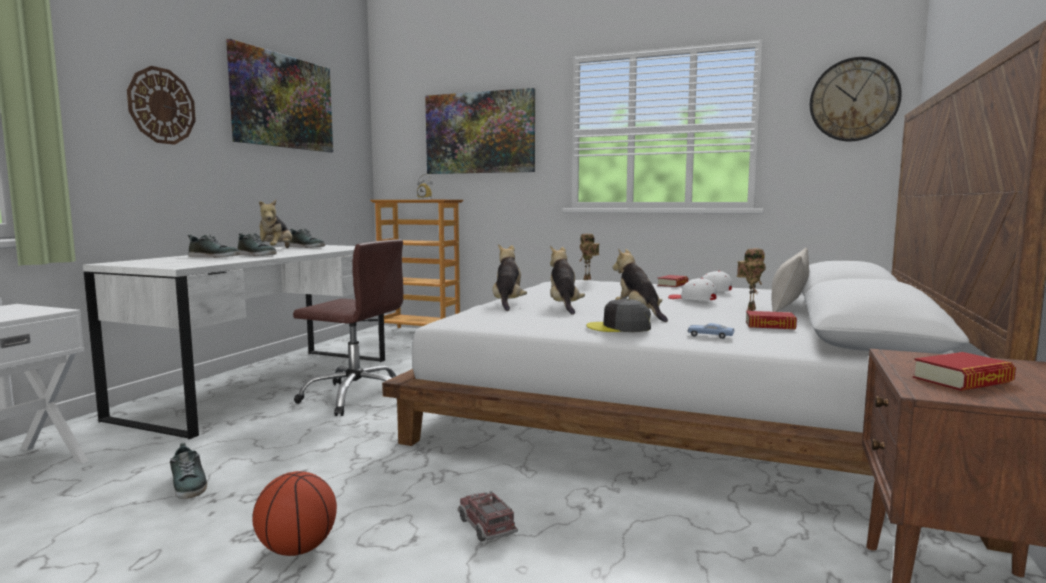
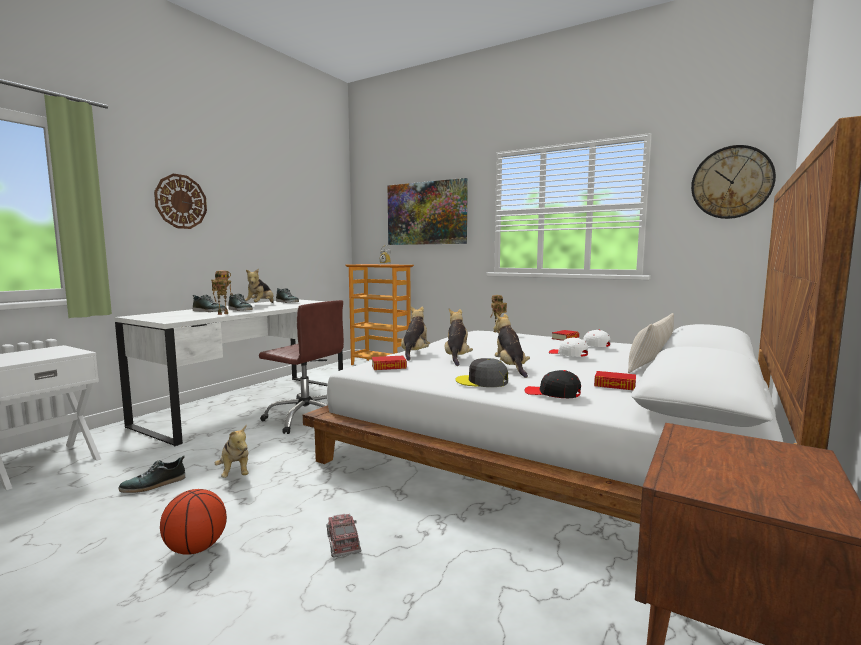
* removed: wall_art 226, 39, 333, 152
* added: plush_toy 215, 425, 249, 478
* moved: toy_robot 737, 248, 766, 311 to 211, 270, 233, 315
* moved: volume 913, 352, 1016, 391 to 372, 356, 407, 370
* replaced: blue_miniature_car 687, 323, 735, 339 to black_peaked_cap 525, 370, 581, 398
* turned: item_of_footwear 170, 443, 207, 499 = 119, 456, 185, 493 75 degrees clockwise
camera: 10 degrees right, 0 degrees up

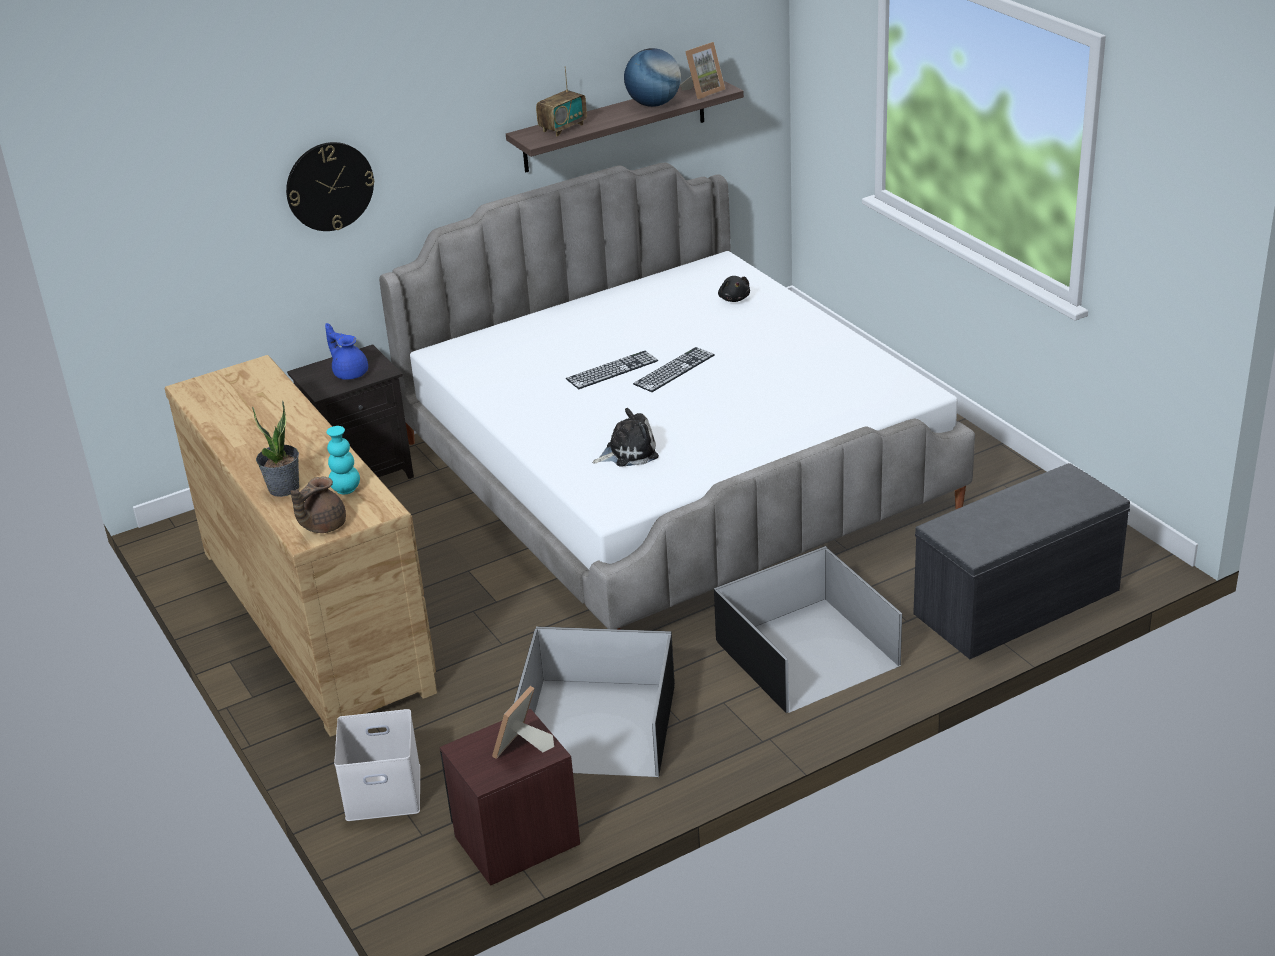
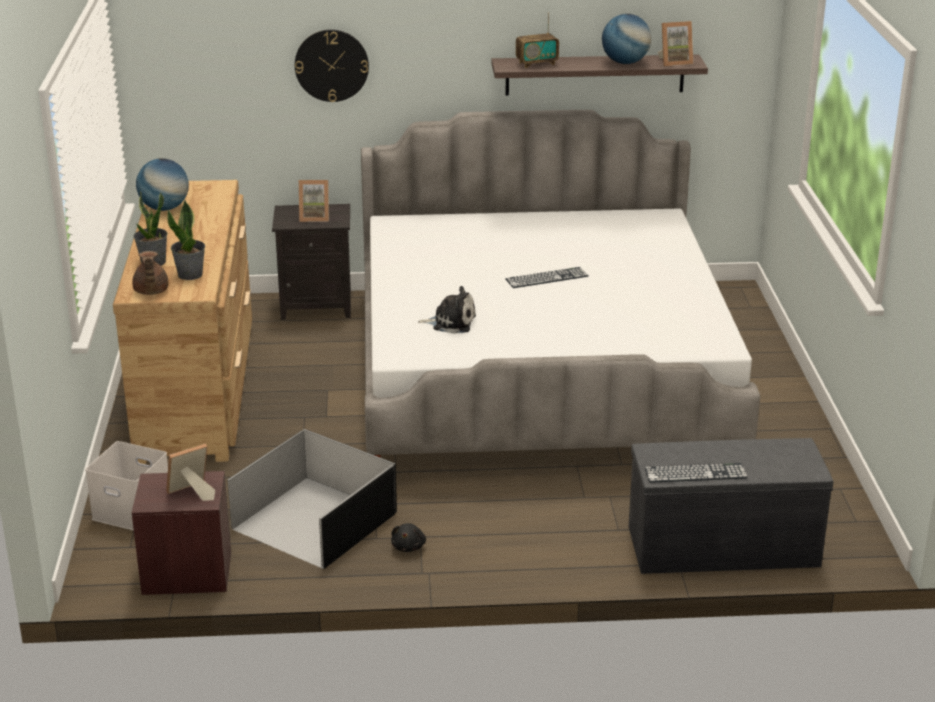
* removed: black_storage_box 714, 546, 902, 713
* added: globe 136, 158, 189, 211
* moved: PC_keyboard 566, 351, 658, 389 to 645, 463, 748, 483
* moved: black_plush_toy 718, 276, 750, 302 to 391, 523, 426, 552
* replaced: blue_pot_for_tea 325, 323, 368, 380 to photo_frame 299, 180, 329, 222
* replaced: turquoise_flower_vase 326, 426, 360, 494 to plant_in_a_pot 167, 200, 205, 280
* turned: brownish_pot_for_tea 291, 477, 346, 533 = 132, 251, 169, 295 75 degrees counterclockwise
camera: 25 degrees right, 5 degrees down

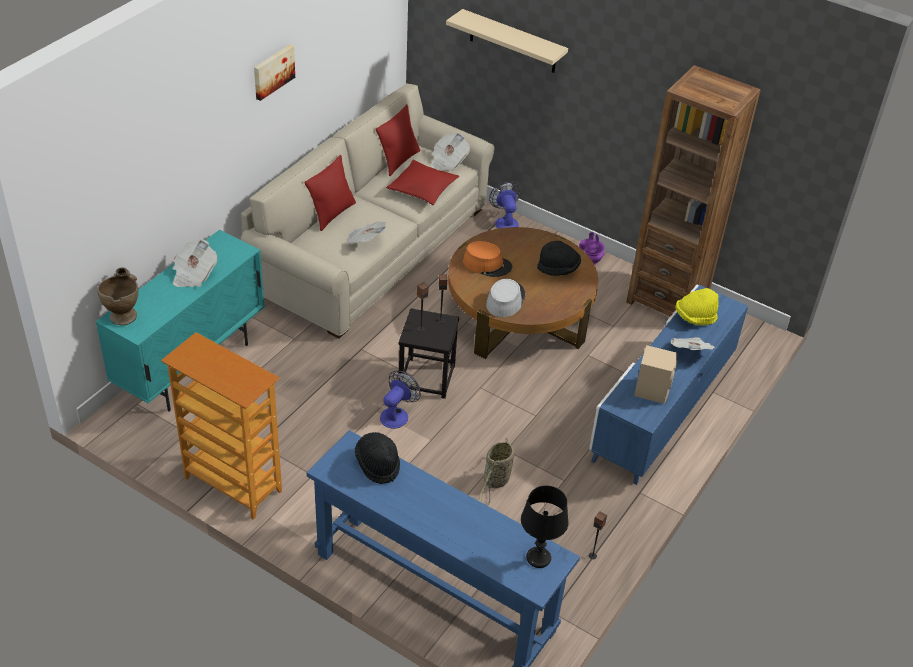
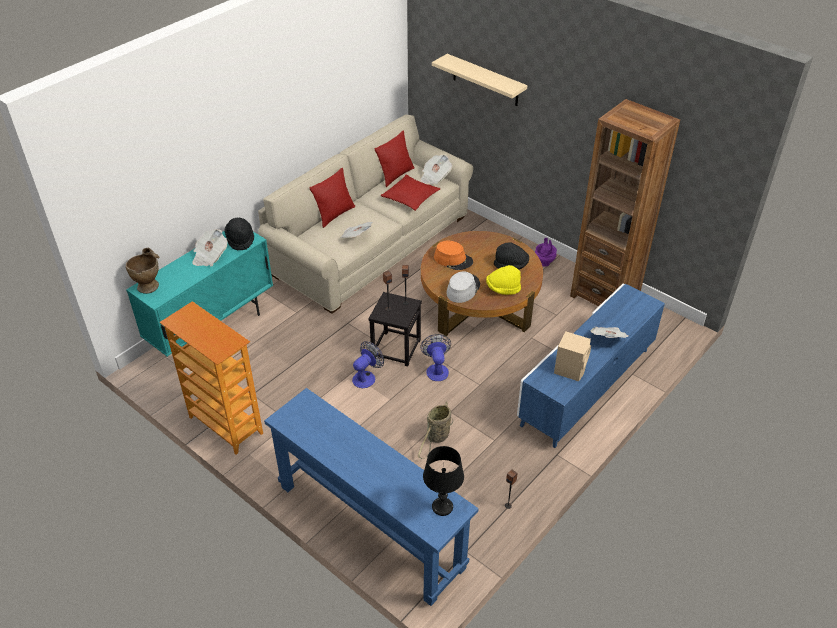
* removed: wall_art 254, 45, 295, 101
* moved: black_wearable_hat 355, 432, 400, 484 to 224, 217, 254, 250
* moved: fan 489, 182, 520, 229 to 420, 334, 451, 381
* moved: yellow-coloured_wearable_hat 675, 288, 718, 325 to 486, 265, 521, 295
camera: 10 degrees right, 0 degrees up

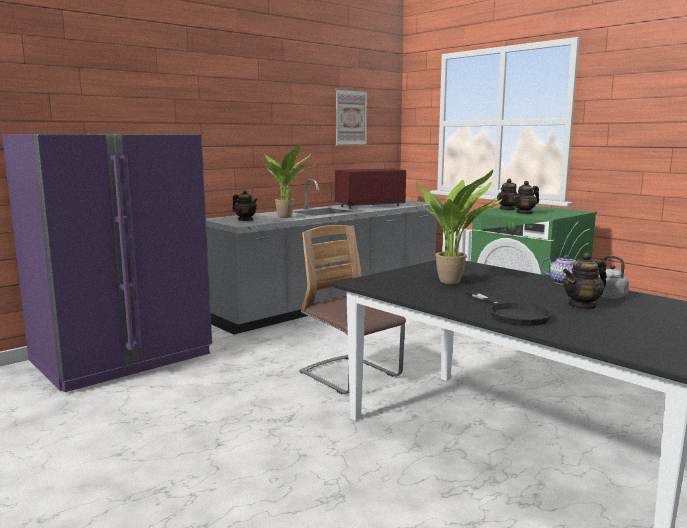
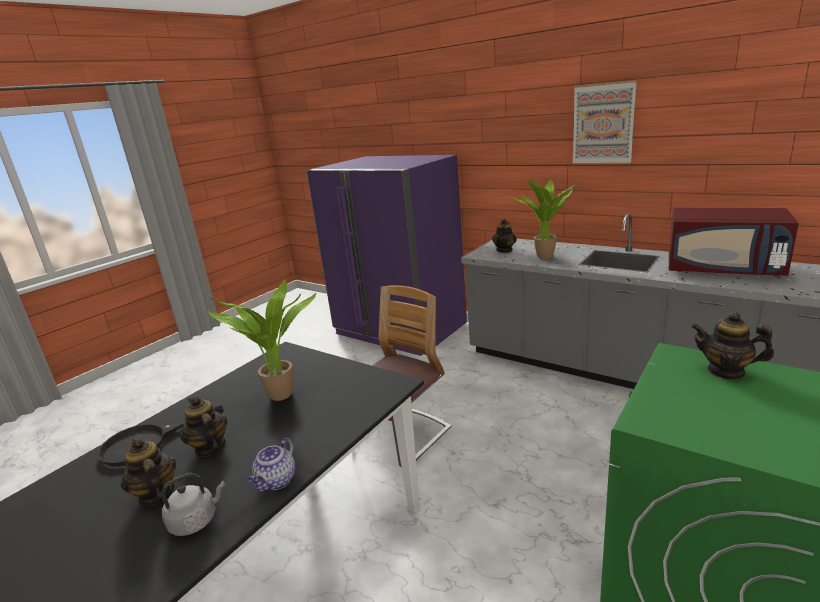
* moved: wall_art 335, 89, 368, 146 to 572, 80, 637, 164
* moved: pot_for_tea 512, 181, 539, 214 to 180, 396, 227, 457
* turned: reddish_microwave_oven 335, 168, 406, 209 = 669, 208, 799, 277 150 degrees clockwise
camera: 80 degrees right, 10 degrees up

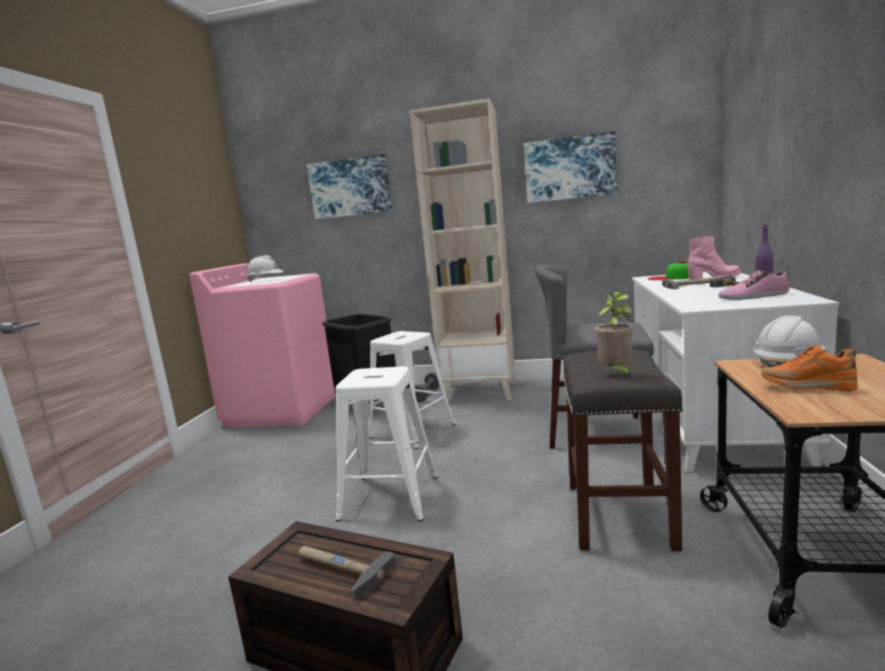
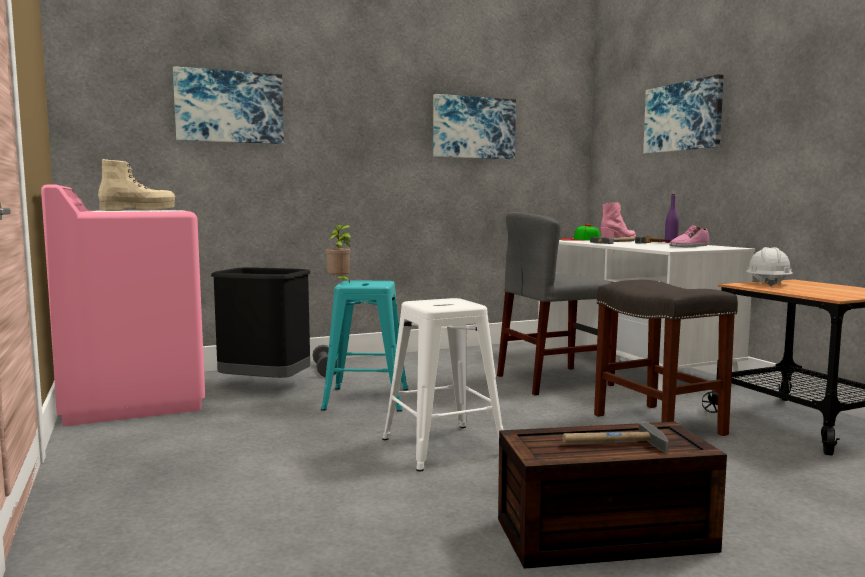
* removed: beige-coloured_bookshelf 409, 98, 514, 403
* removed: orange_item_of_footwear 761, 345, 858, 392
* added: wall_art 643, 74, 724, 154
* moved: plant_in_a_pot 595, 292, 633, 379 to 326, 225, 351, 283
* replaced: whitish_work_helmet 247, 255, 284, 282 to beige-coloured_high-top_boot 98, 159, 175, 211
* recoloured: whitish_stool 369, 331, 456, 449 to turquoise_stool 321, 281, 408, 412
camera: 35 degrees left, 5 degrees down

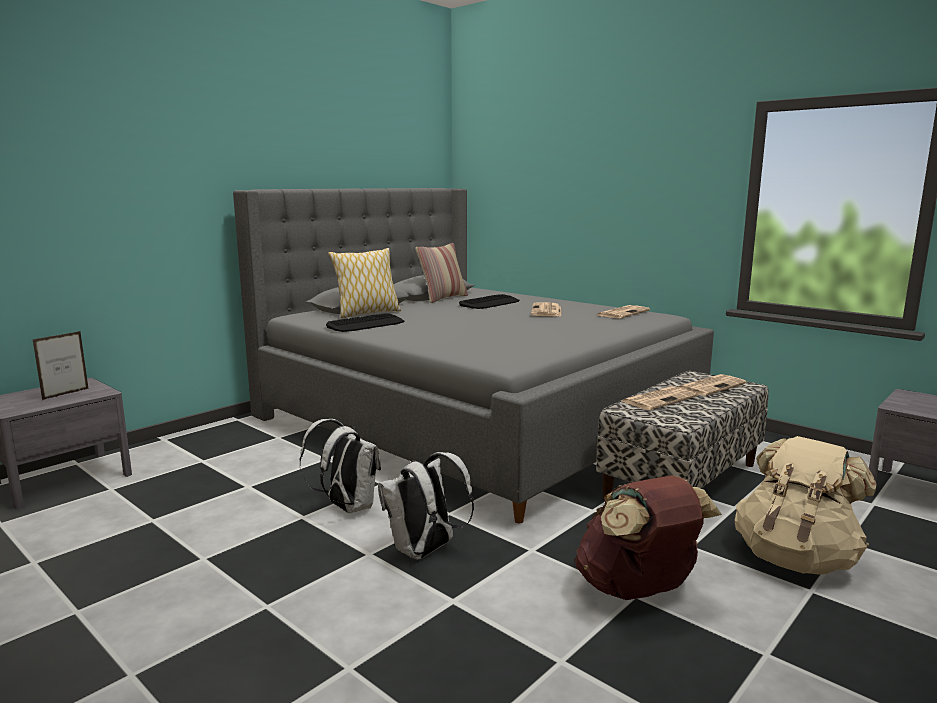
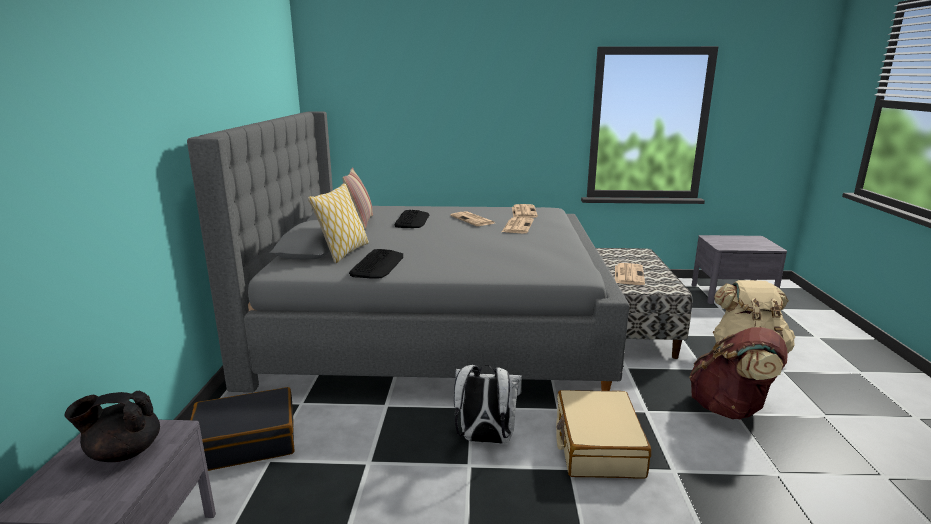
* added: black_suitcase 191, 387, 295, 471
* moved: daily_paper 678, 374, 747, 396 to 502, 217, 534, 233
* replaced: photo_frame 33, 331, 89, 400 to black_pot_for_tea 65, 391, 160, 462
* replaced: whitish_backpack 378, 452, 474, 560 to beige-coloured_suitcase 557, 390, 651, 479
camera: 40 degrees left, 5 degrees up

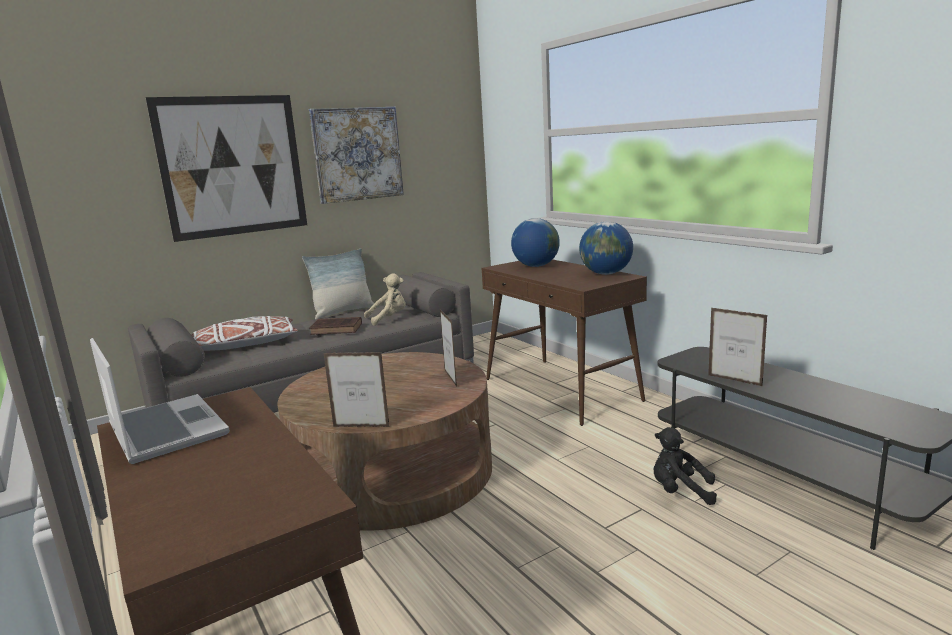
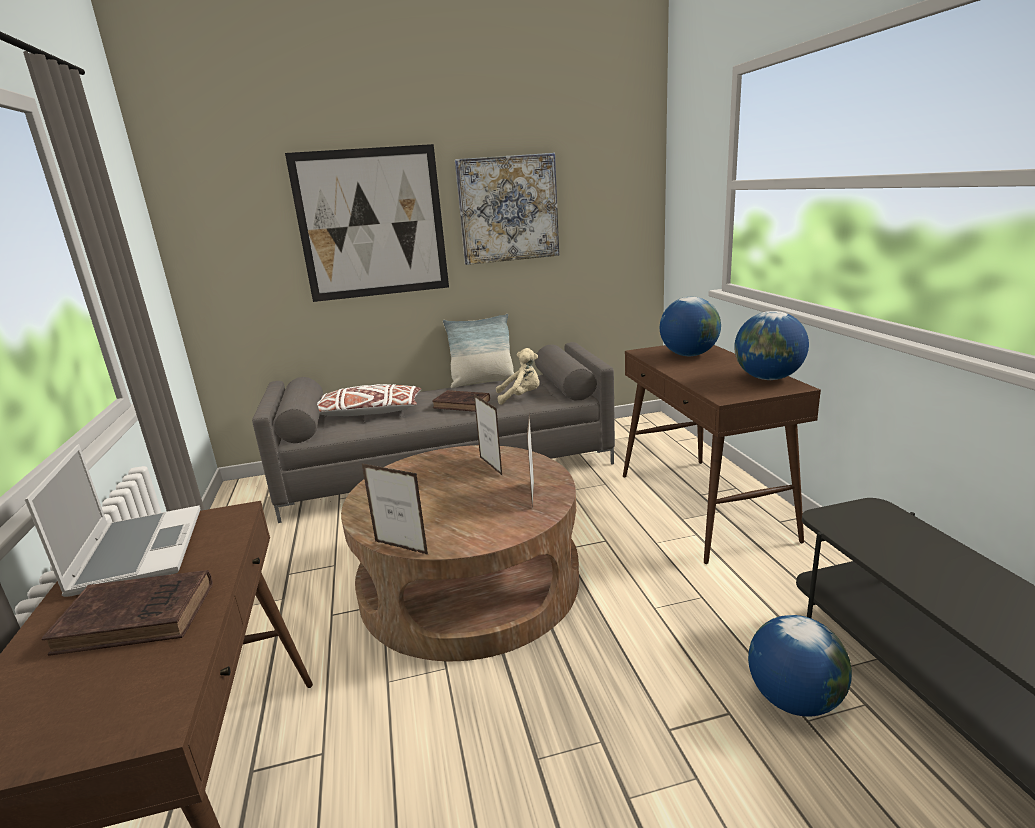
* added: brownish_volume 42, 570, 213, 656
* moved: photo_frame 708, 308, 768, 386 to 474, 394, 502, 475
* replaced: black_plush_toy 653, 427, 717, 505 to globe 748, 615, 852, 717
camera: 20 degrees right, 5 degrees up

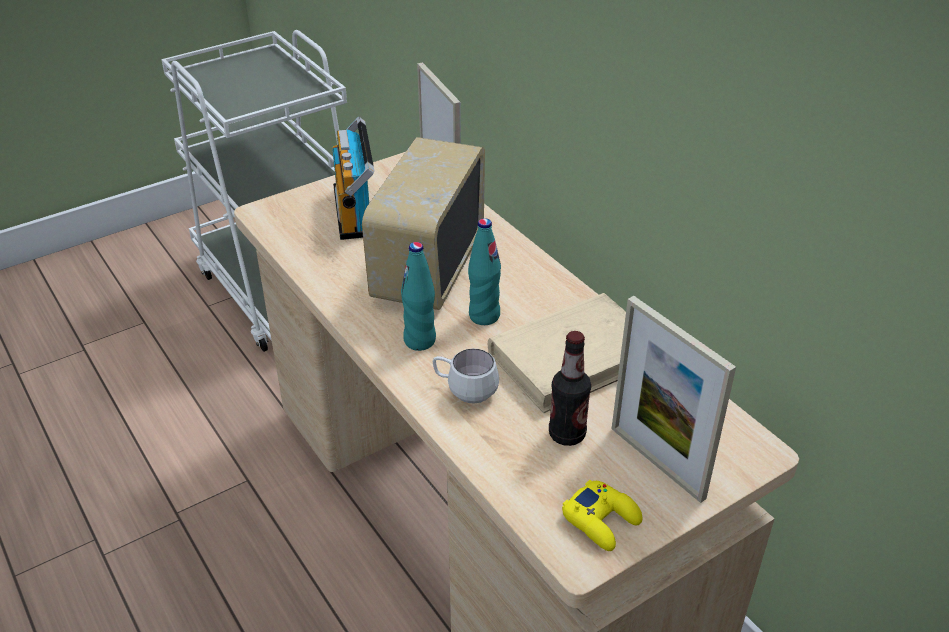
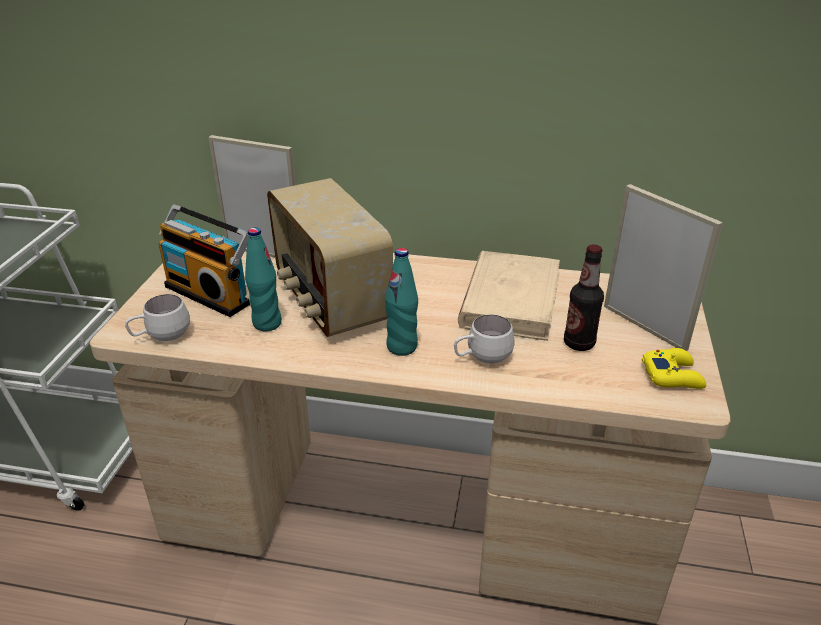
* added: whitish_mug 125, 294, 190, 341
* moved: turquoise_drink_bottle 468, 218, 501, 325 to 245, 227, 282, 331
* turned: photo_frame 612, 296, 736, 503 = 604, 184, 723, 351 135 degrees counterclockwise
camera: 45 degrees left, 5 degrees down

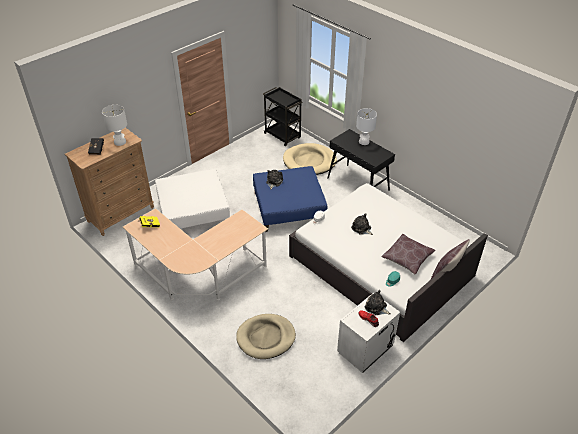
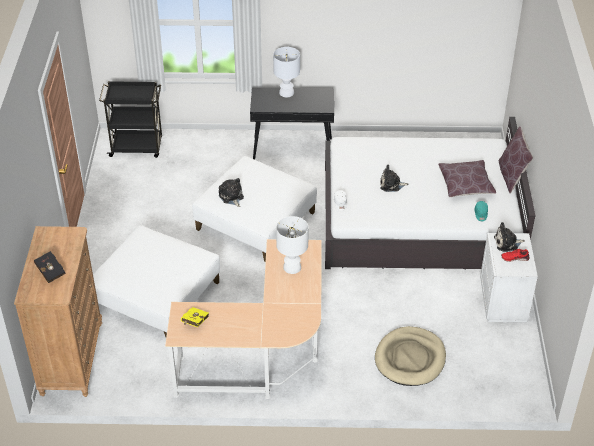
* removed: beige-coloured_pet_bed 283, 143, 337, 175
* moved: whitish_table_lamp 102, 105, 127, 146 to 276, 216, 309, 274
* recoloured: blue_pouffe 253, 166, 328, 232 to whitish_pouffe 192, 156, 317, 262
camera: 45 degrees left, 0 degrees up

